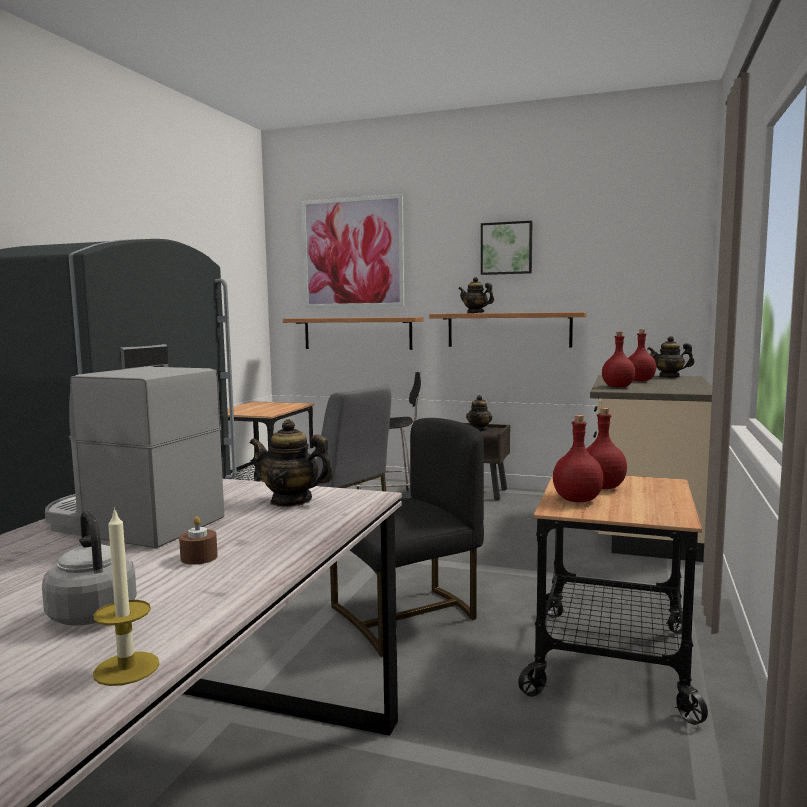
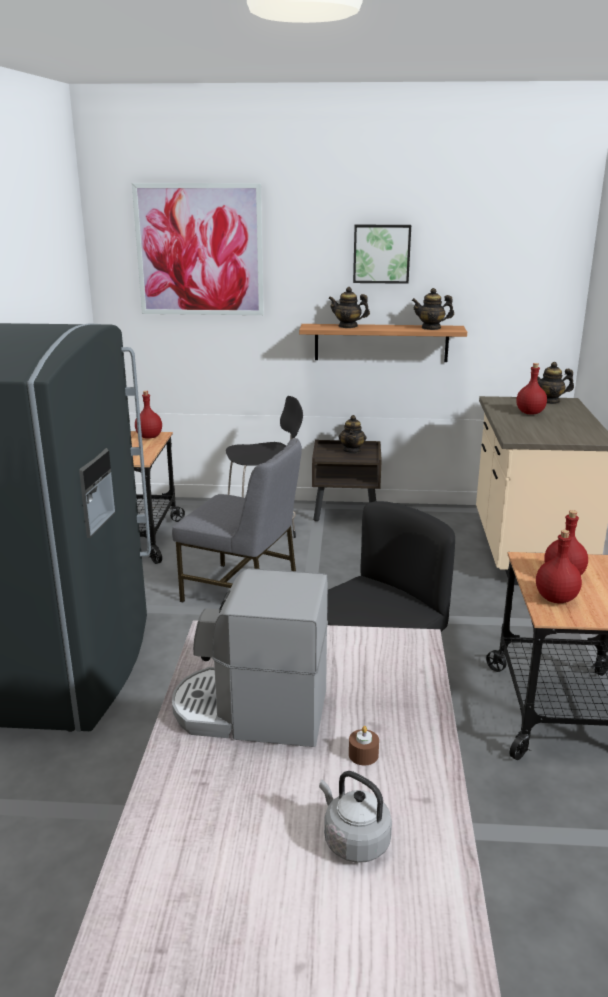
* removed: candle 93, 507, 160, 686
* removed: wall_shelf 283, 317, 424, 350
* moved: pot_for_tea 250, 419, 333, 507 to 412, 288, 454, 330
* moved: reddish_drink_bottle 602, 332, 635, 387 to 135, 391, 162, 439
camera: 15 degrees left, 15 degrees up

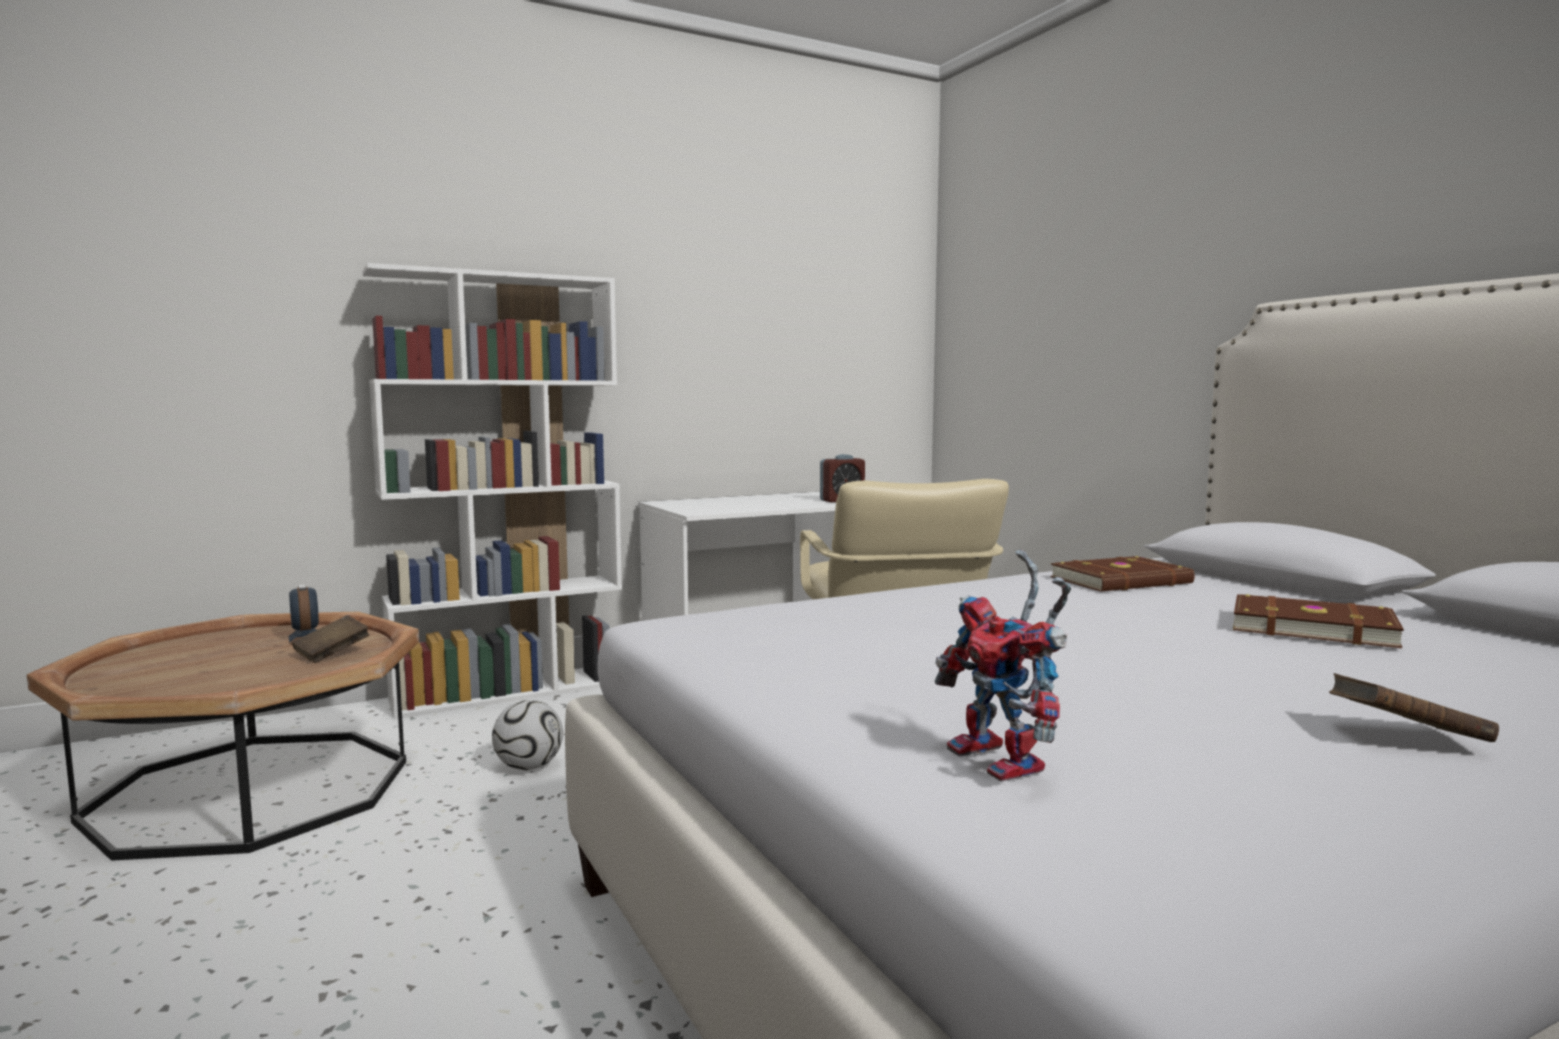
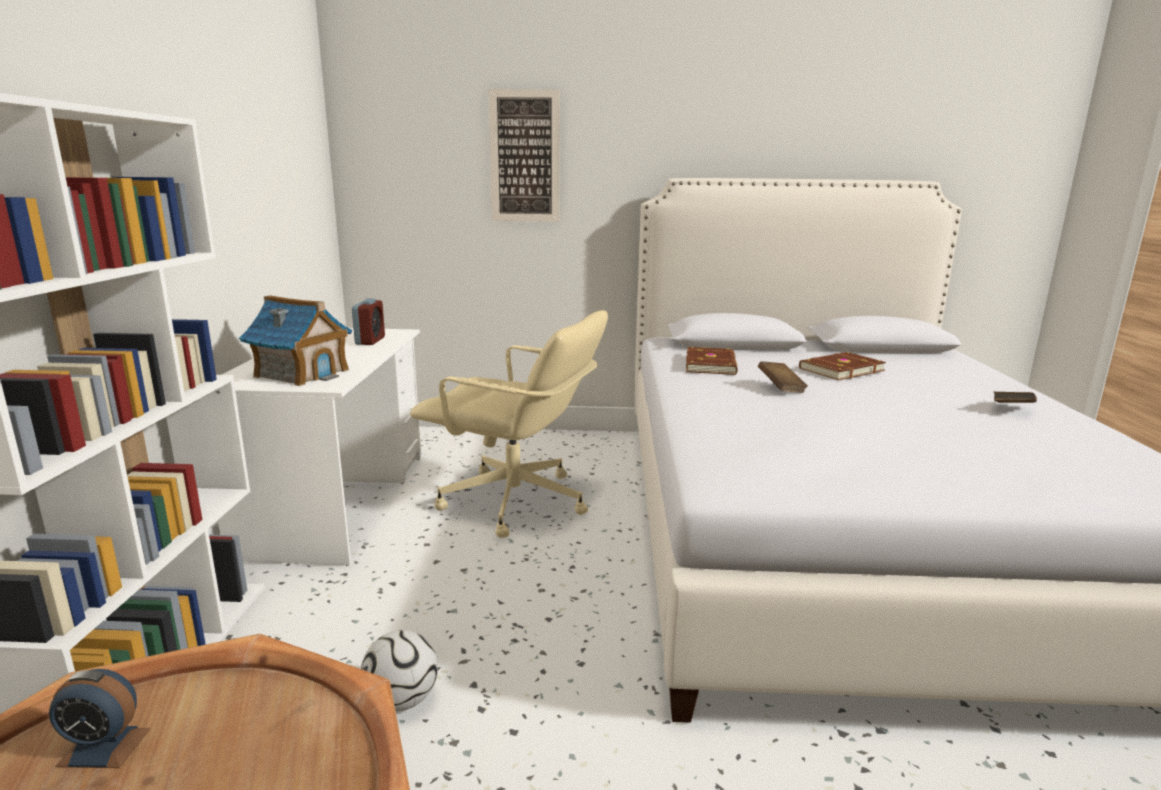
* removed: toy_robot 935, 549, 1071, 781
* added: miniature_house 239, 295, 352, 386
* added: wall_art 488, 89, 560, 222
* moved: brownish_volume 292, 615, 370, 663 to 758, 361, 808, 393
camera: 60 degrees left, 10 degrees up

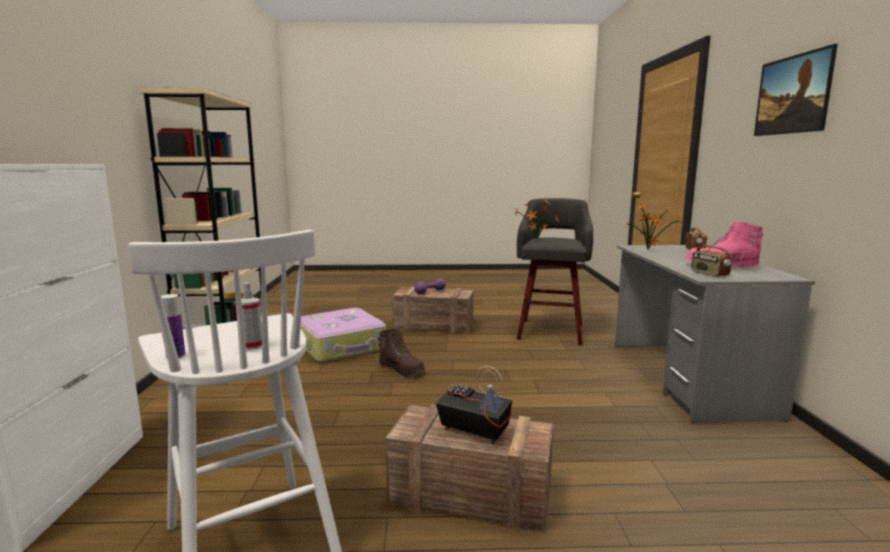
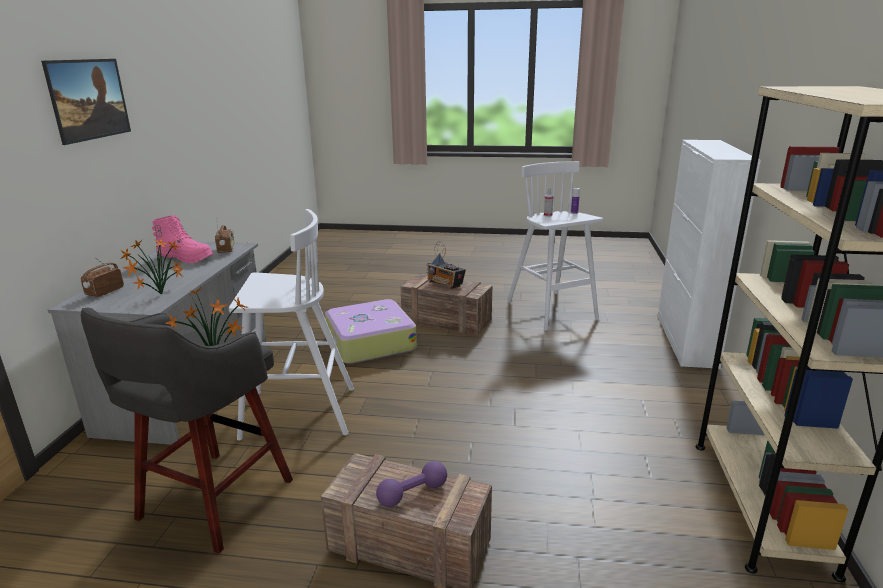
* removed: brownish_high-top_boot 378, 329, 425, 377
* added: whitish_stool 229, 209, 354, 441
* moved: suitcase 300, 308, 386, 362 to 325, 299, 417, 364
camera: 170 degrees left, 10 degrees up

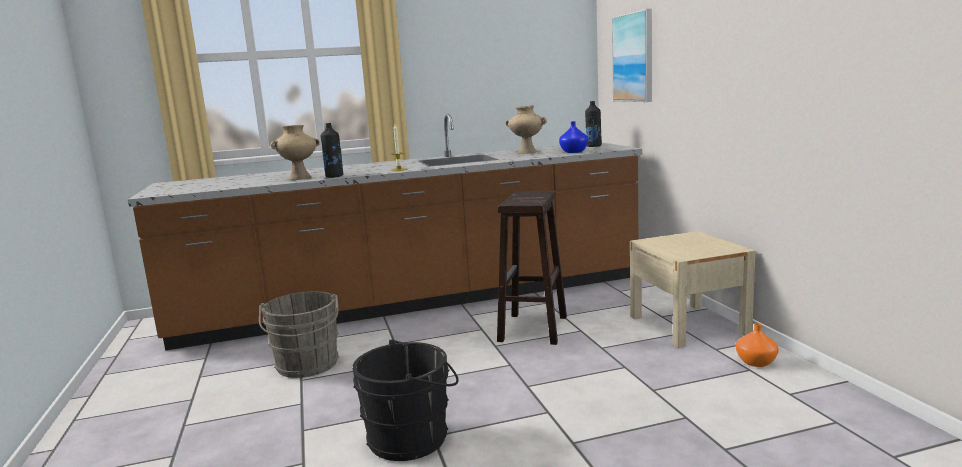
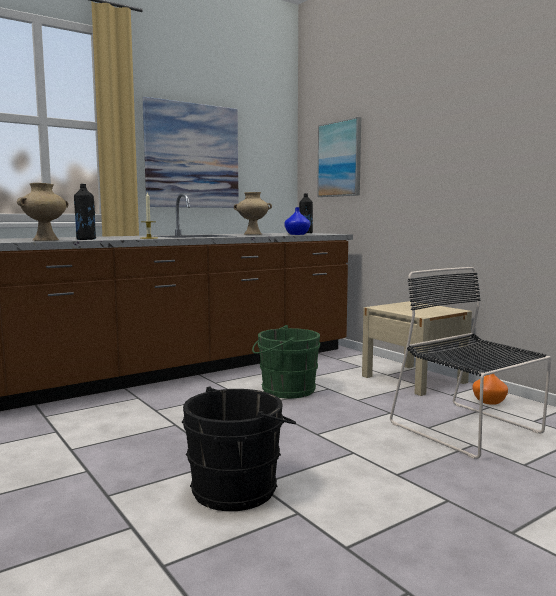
* removed: greyish_pail 259, 291, 339, 378
* added: wall_art 142, 97, 239, 208
* added: black_upright_chair 390, 267, 551, 459
* replaced: brownish_stool 497, 191, 567, 345 to greenish_pail 252, 325, 320, 399
camera: 20 degrees left, 5 degrees down

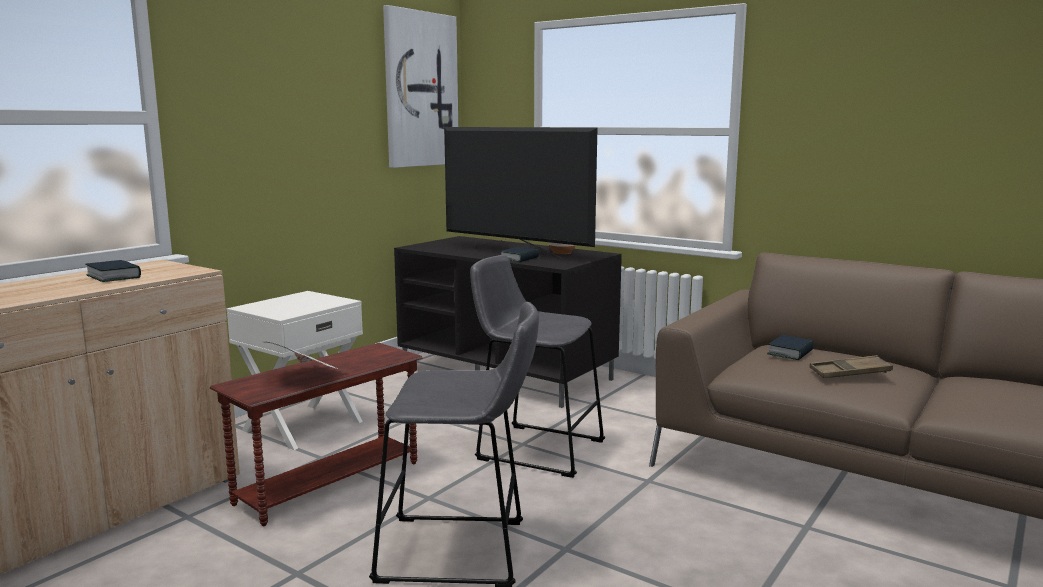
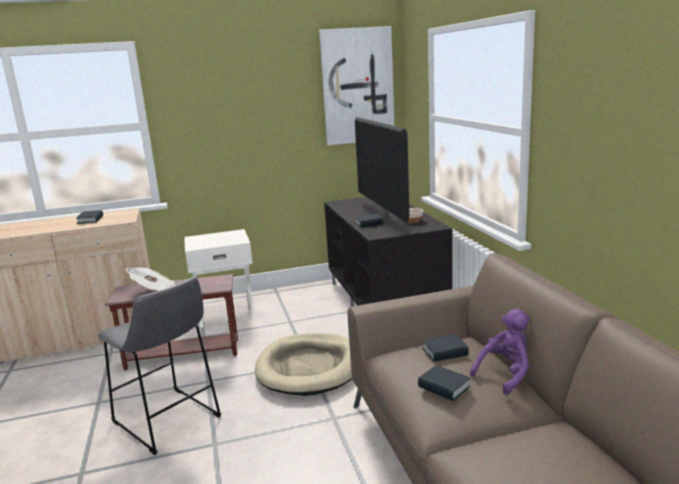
* added: purple-coloured_plush_toy 470, 309, 530, 395
* replaced: greyish_stool 470, 255, 605, 478 to beige-coloured_pet_bed 255, 333, 352, 396
* replaced: brownish_carrying_tray 810, 355, 893, 378 to volume 418, 365, 471, 401
camera: 40 degrees right, 5 degrees up

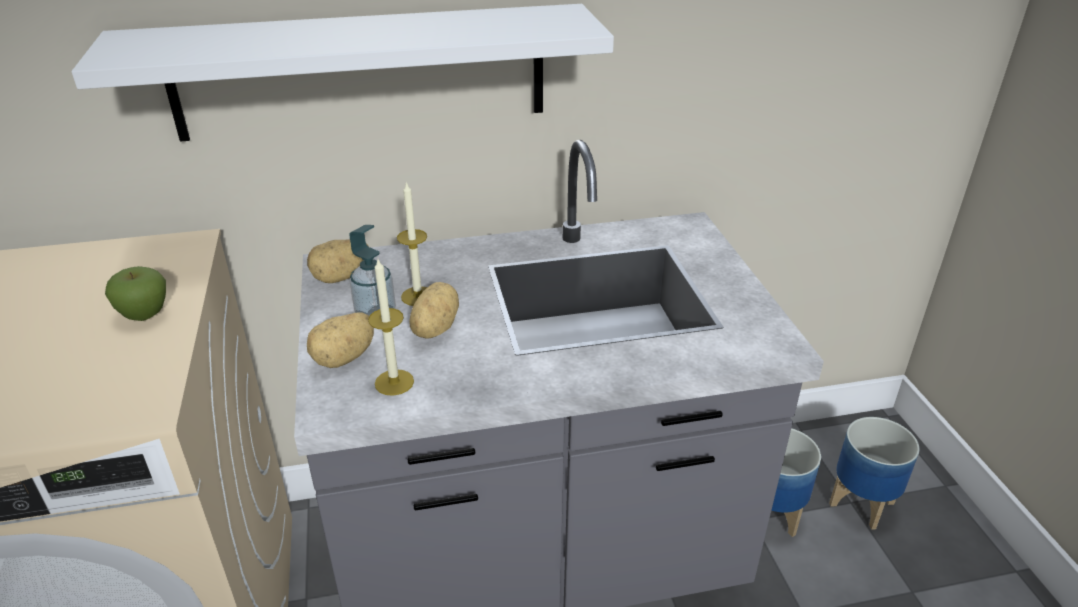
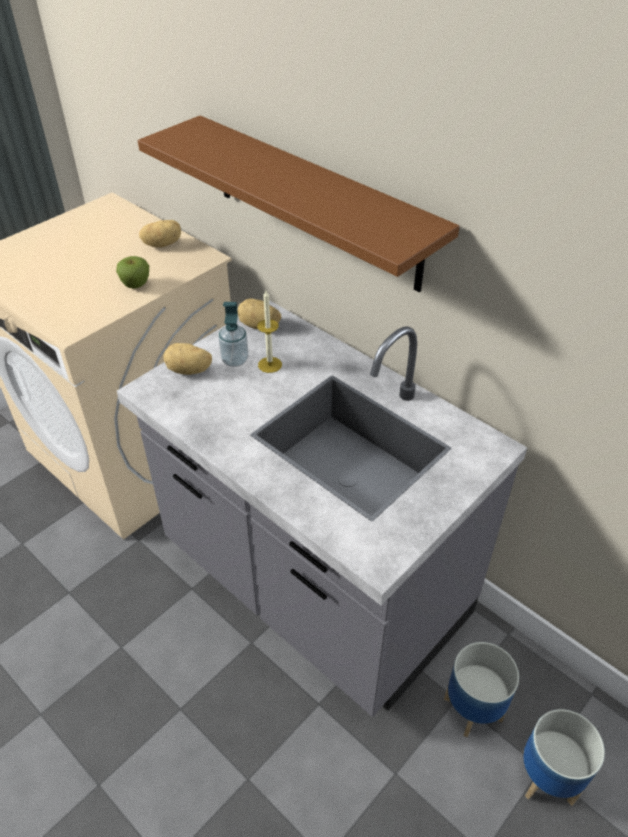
* removed: candle 368, 259, 414, 396
* moved: whole_potato 409, 282, 459, 339 to 139, 220, 181, 248
* recoloured: whitish_wall_shelf 72, 4, 614, 142 to brownish_wall_shelf 138, 115, 459, 292
camera: 55 degrees right, 10 degrees up

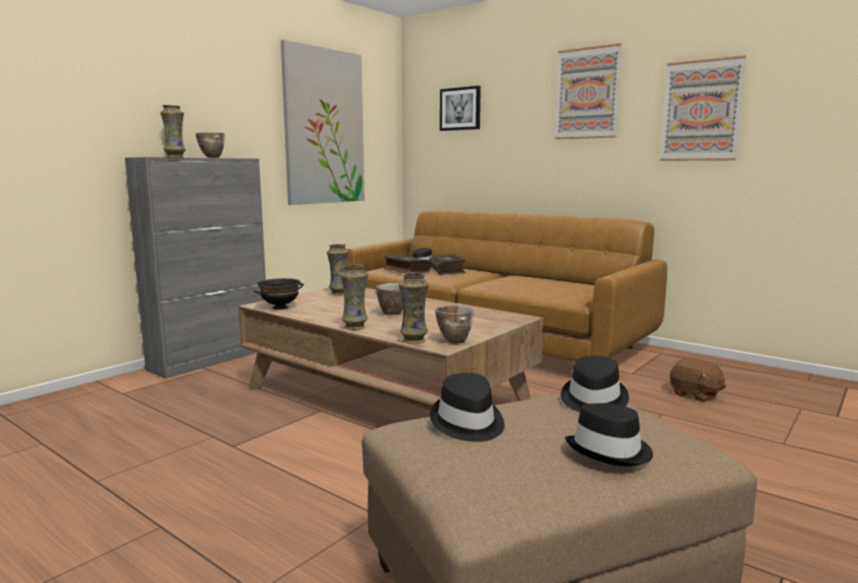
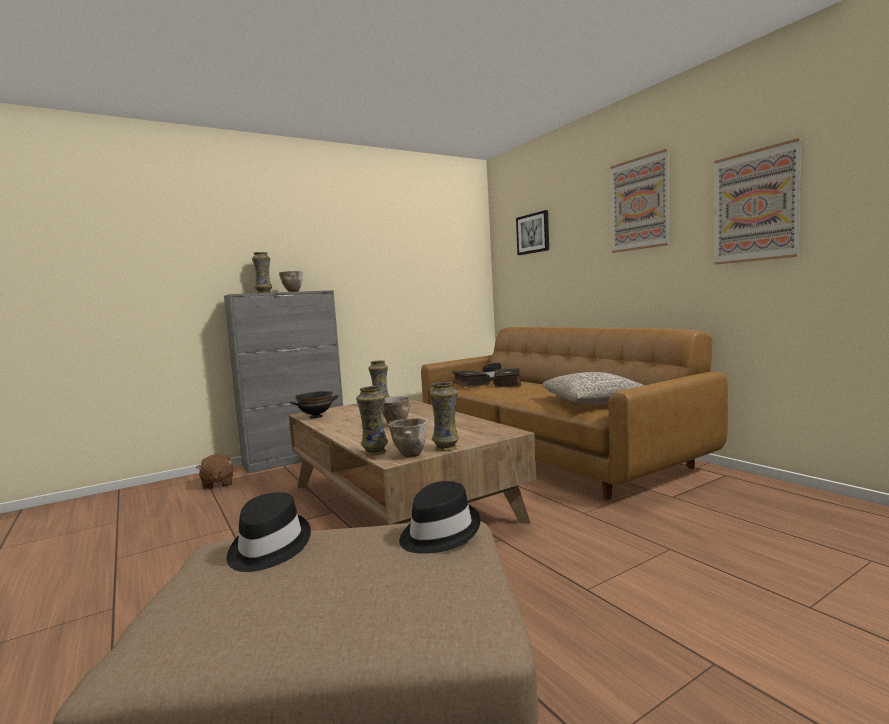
* removed: wall_art 281, 40, 365, 205
* removed: black_wearable_hat 565, 403, 653, 466
* added: greyish_pillow 542, 372, 645, 404
* moved: flower_vase 340, 264, 368, 330 to 429, 382, 459, 451
* moved: brownish_plush_toy 670, 358, 726, 402 to 196, 454, 233, 490
camera: 20 degrees right, 5 degrees down

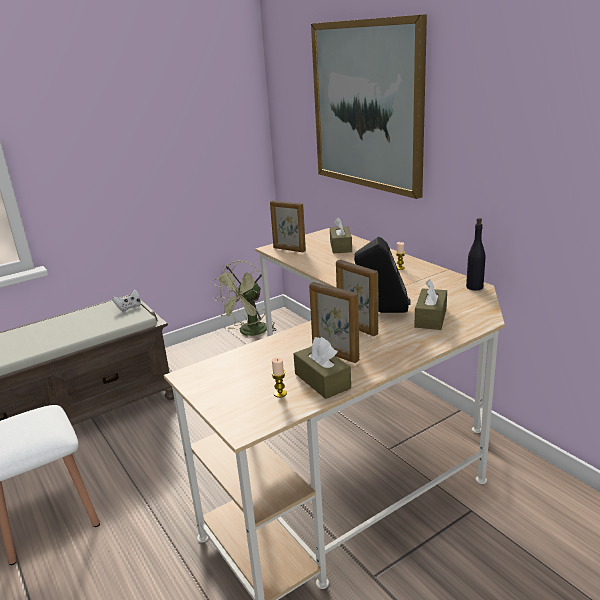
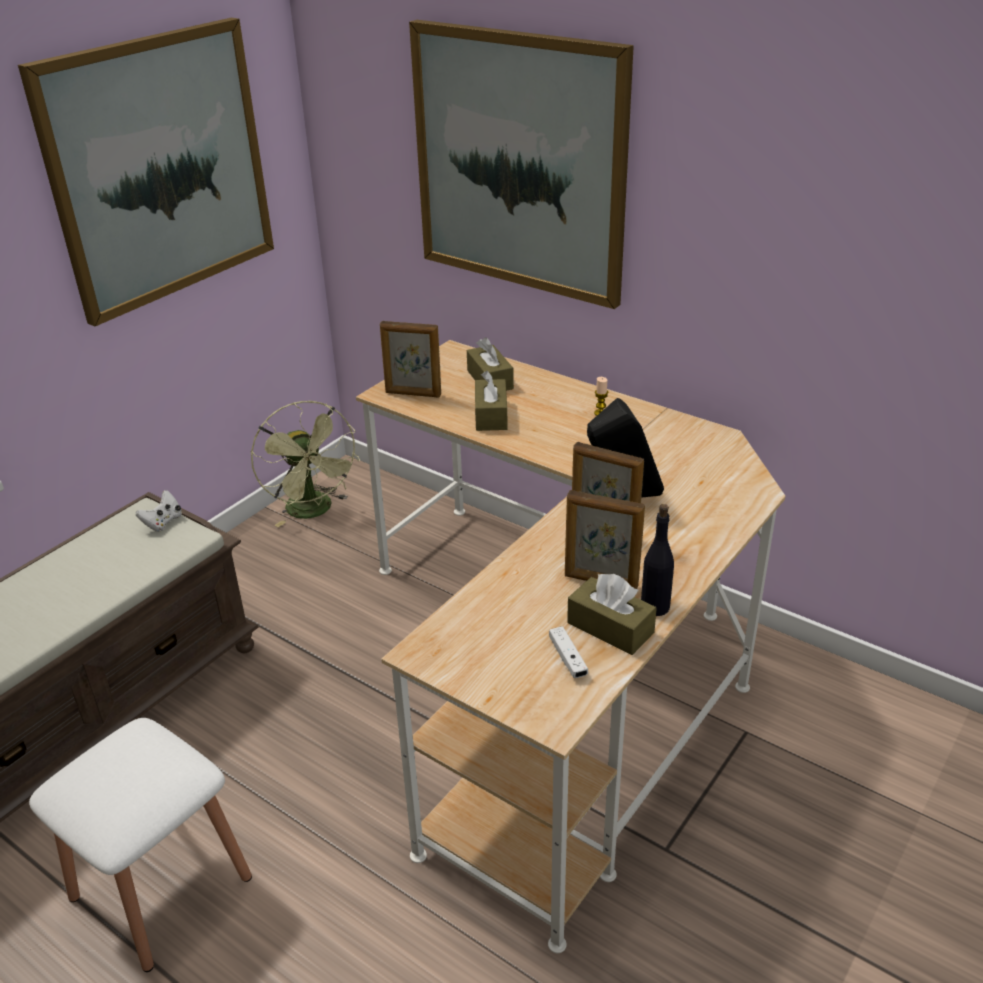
* added: wall_art 18, 18, 274, 326
* moved: brownish_tissue_box 415, 279, 447, 330 to 475, 371, 508, 431
* moved: black_drink_bottle 466, 218, 486, 291 to 641, 504, 674, 616
* replaced: candle 272, 357, 287, 398 to whitish_game_controller 549, 626, 588, 678
* turned: greenish_fan 213, 261, 277, 336 = 251, 401, 360, 527 45 degrees counterclockwise
camera: 20 degrees left, 10 degrees up

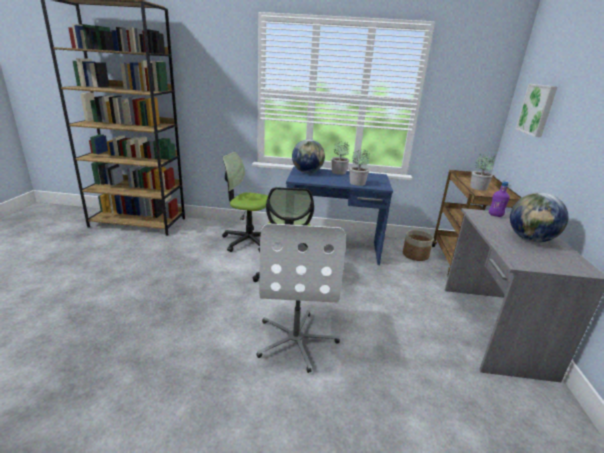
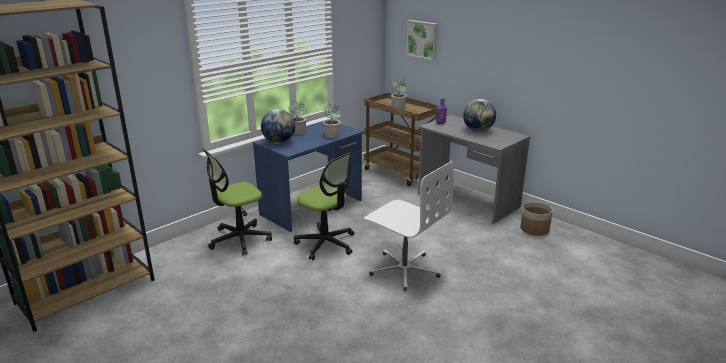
* moved: plant_pot 403, 230, 433, 261 to 520, 202, 553, 236
camera: 50 degrees left, 0 degrees up

